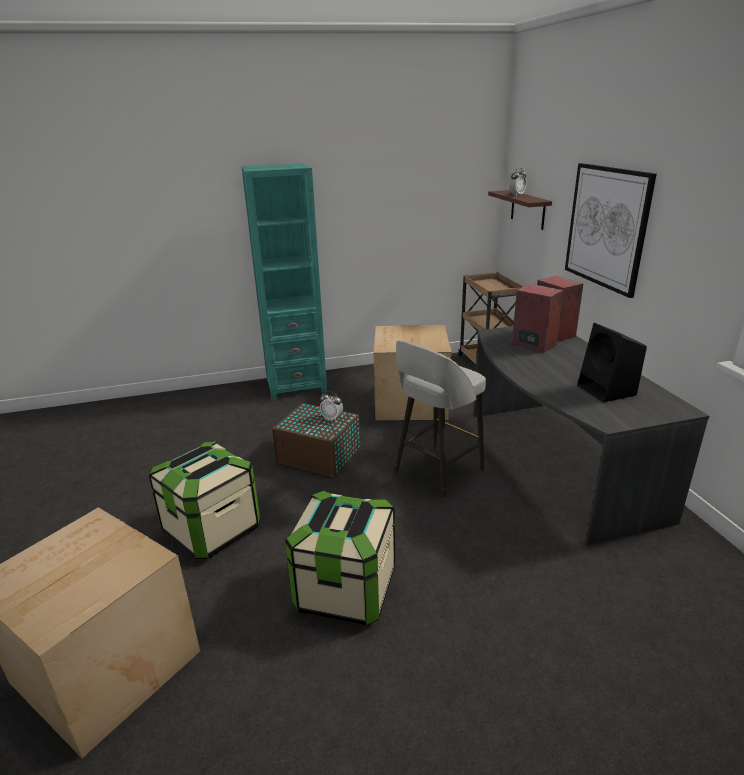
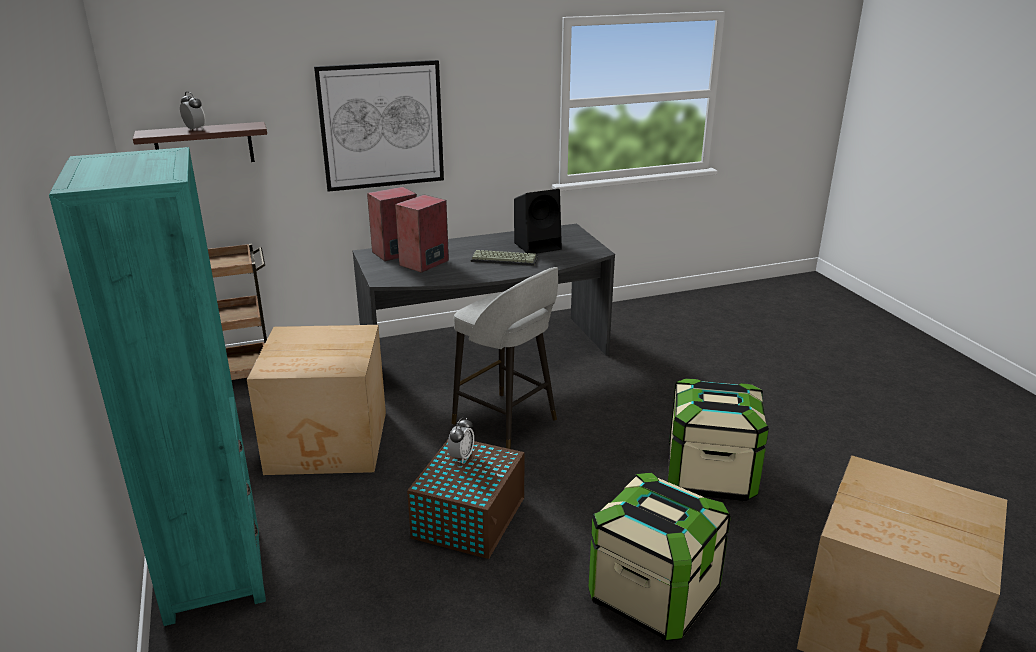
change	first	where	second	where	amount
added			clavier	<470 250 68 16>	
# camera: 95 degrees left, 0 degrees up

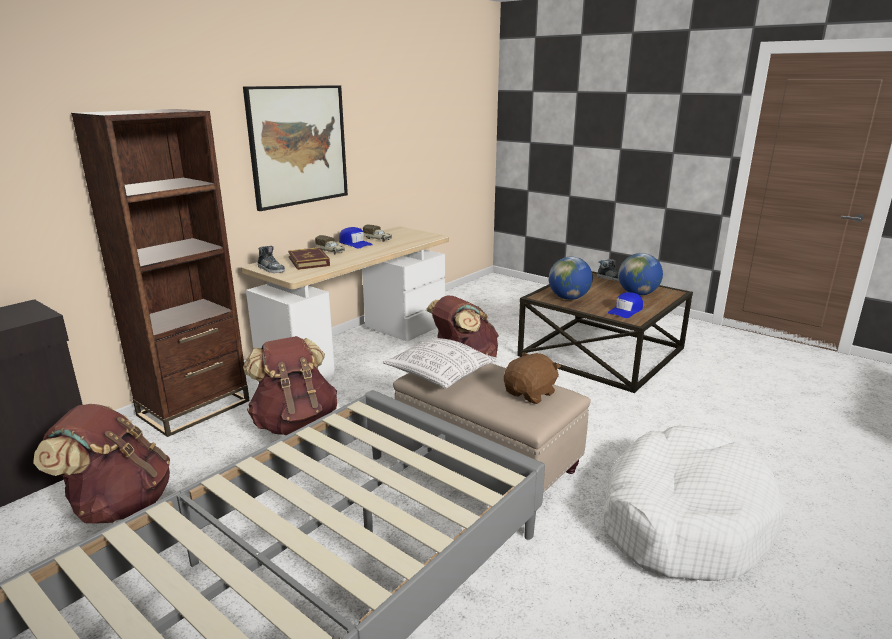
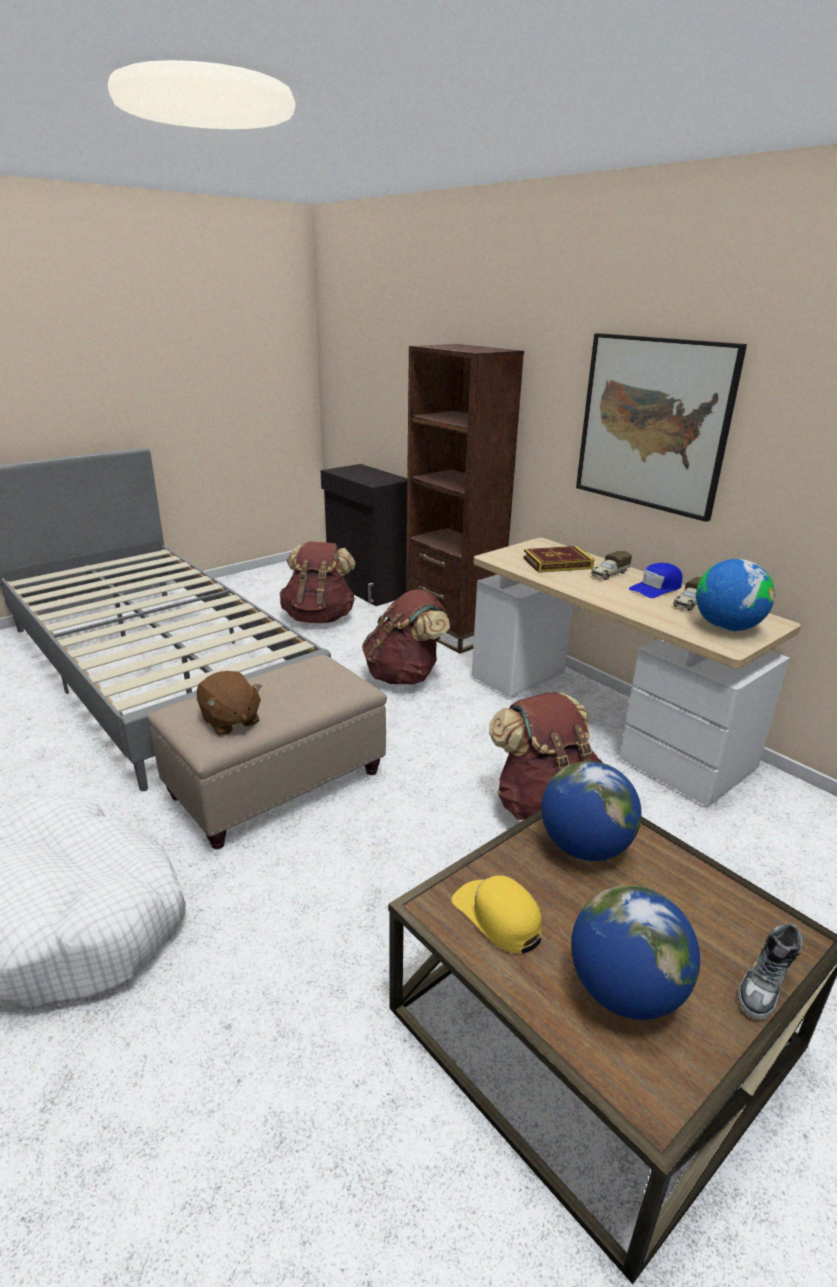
change	first	where	second	where	amount
removed	chaussure	<258 246 27 27>			
removed	coussin	<383 337 115 52>			
added			globe	<696 559 79 72>	
recoloured	casquette (bleu)	<608 292 35 26>	casquette (jaune)	<452 875 90 78>	
# camera: 100 degrees right, 5 degrees up

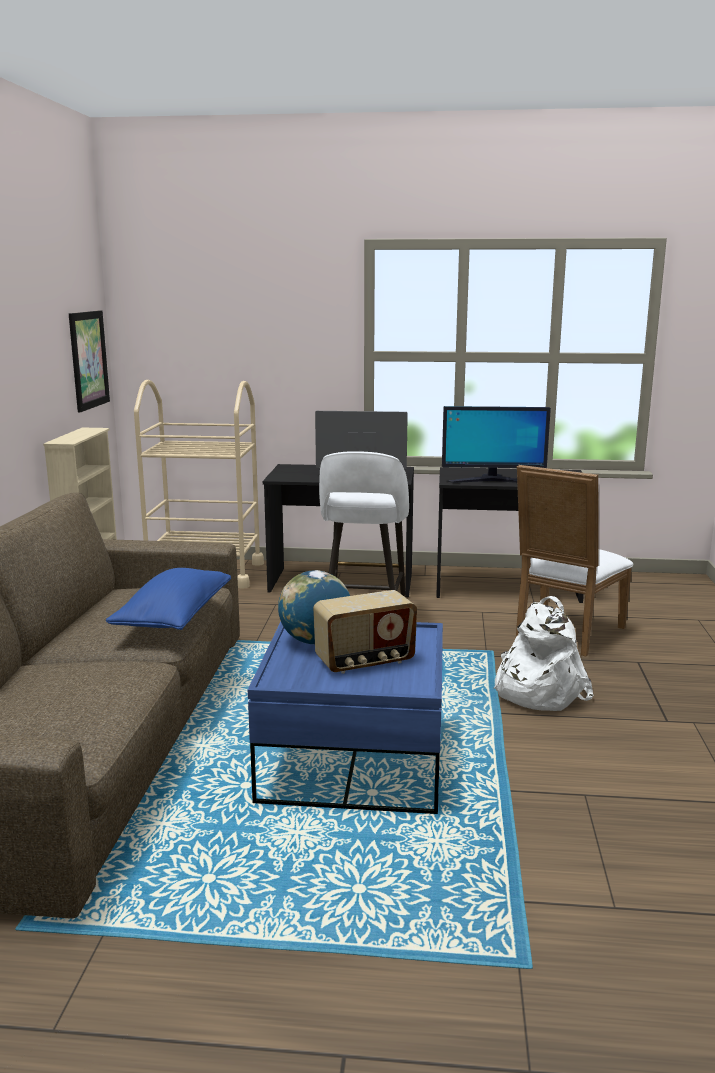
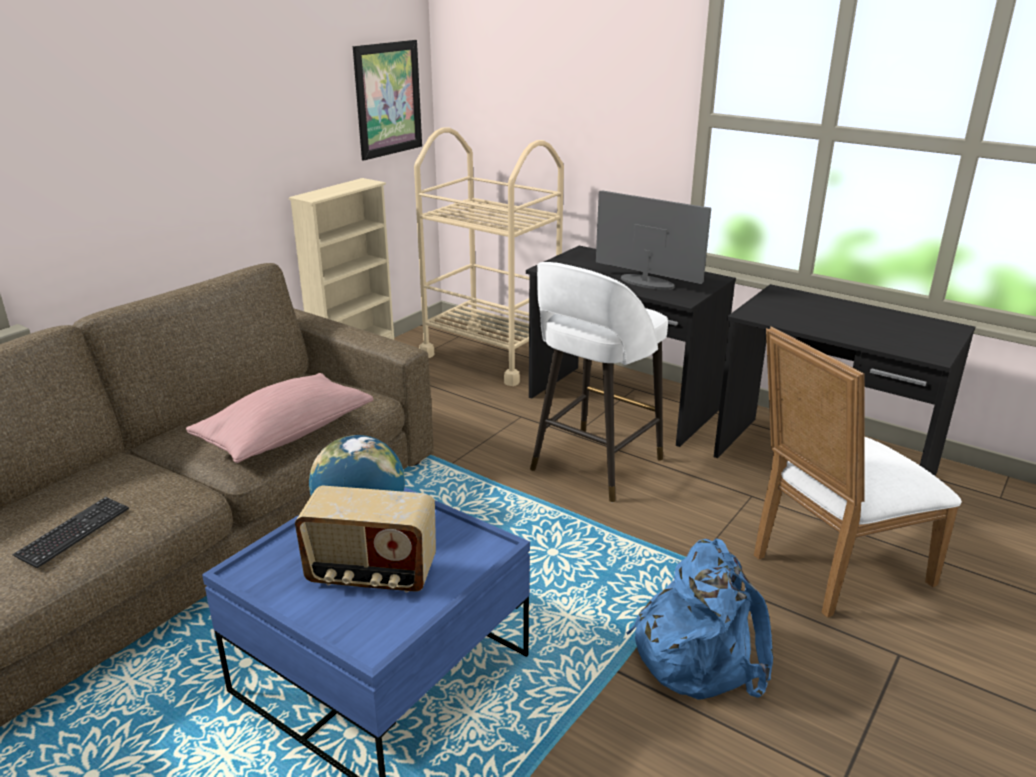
change	first	where	second	where	amount
removed	écran d'ordinateur	<442 406 109 77>			
added			clavier	<12 497 117 71>	
recoloured	coussin (bleu)	<106 568 125 62>	coussin (rose)	<186 373 187 90>	
recoloured	sac à dos (blanc)	<494 596 99 115>	sac à dos (bleu)	<626 539 147 161>	
# camera: 30 degrees right, 10 degrees up

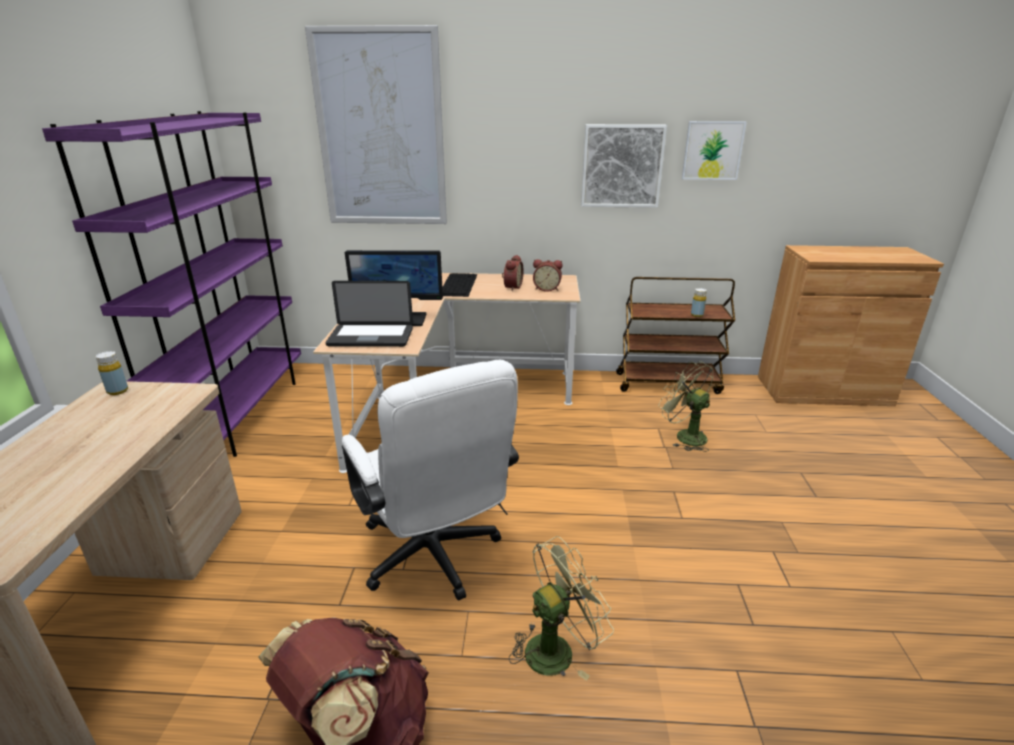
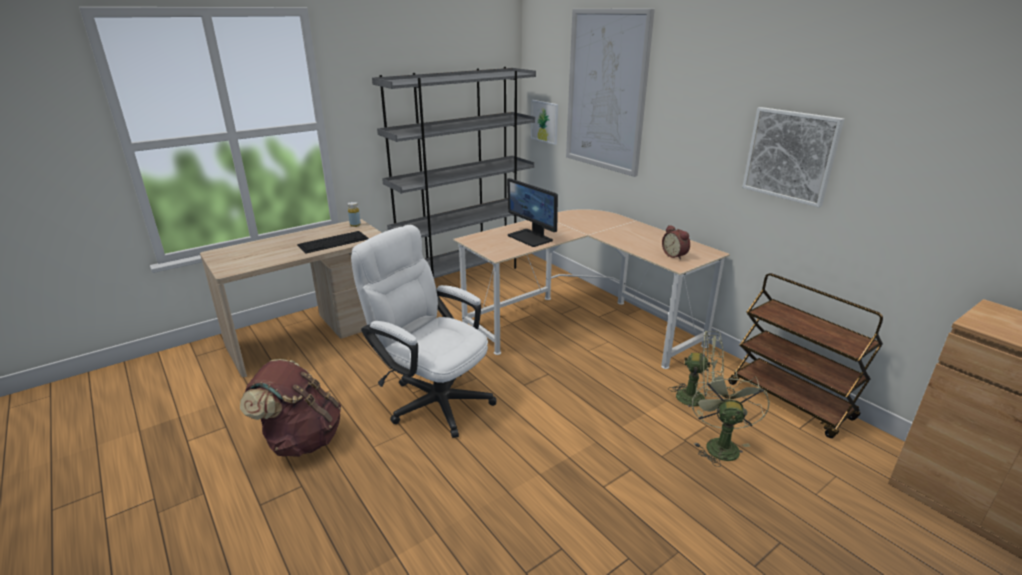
change	first	where	second	where	amount
removed	ordinateur portable	<325 281 88 66>			
removed	réveil	<502 255 22 36>			
removed	bouteille (jaune)	<691 288 16 29>			
moved	clavier	<442 273 35 24>		<297 231 72 22>	
moved	ventilateur (vert)	<509 536 105 144>		<668 331 56 84>	
moved	tableau	<682 121 65 59>		<531 100 27 45>	
recoloured	bibliothèque (violet)	<42 111 259 346>	bibliothèque (gris)	<372 67 164 211>	
turned	chaise de bureau (blanc)	<342 360 177 241>		<351 225 145 213>	105 degrees clockwise
# camera: 50 degrees right, 0 degrees up

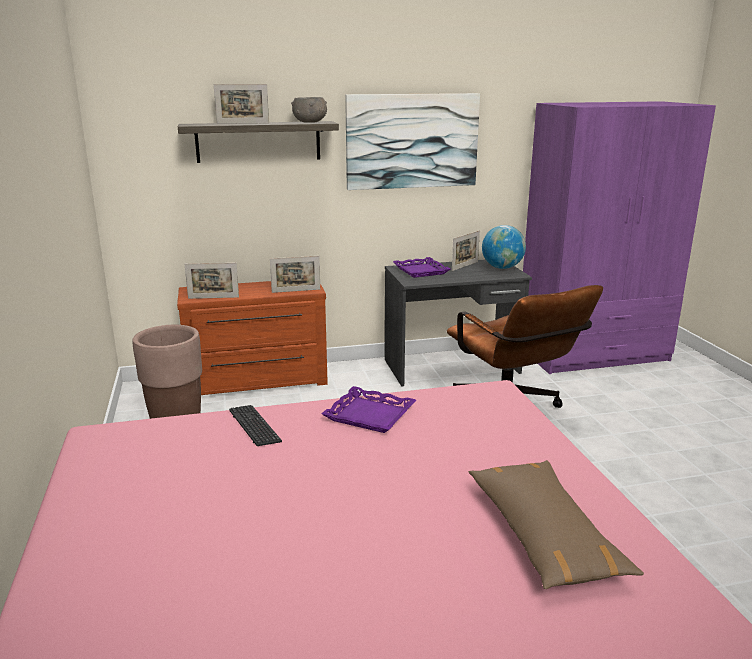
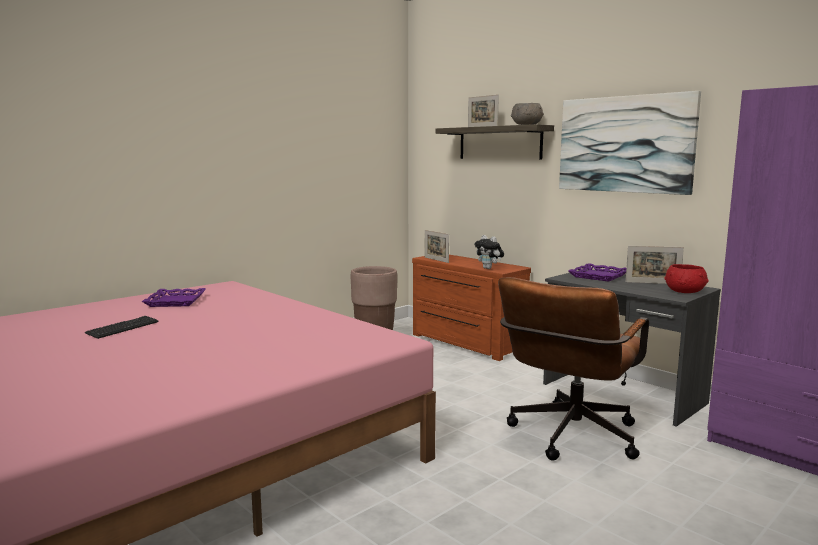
change	first	where	second	where	amount
removed	coussin (marron)	<469 460 175 129>			
moved	clavier	<229 405 53 41>		<84 316 75 23>	
moved	plateau (violet)	<321 386 95 47>		<142 288 64 19>	
replaced	cadre photo	<270 256 50 37>	peluche	<474 235 30 34>	
replaced	globe	<482 225 44 44>	bol (rouge)	<664 264 45 29>	
# camera: 60 degrees right, 10 degrees down

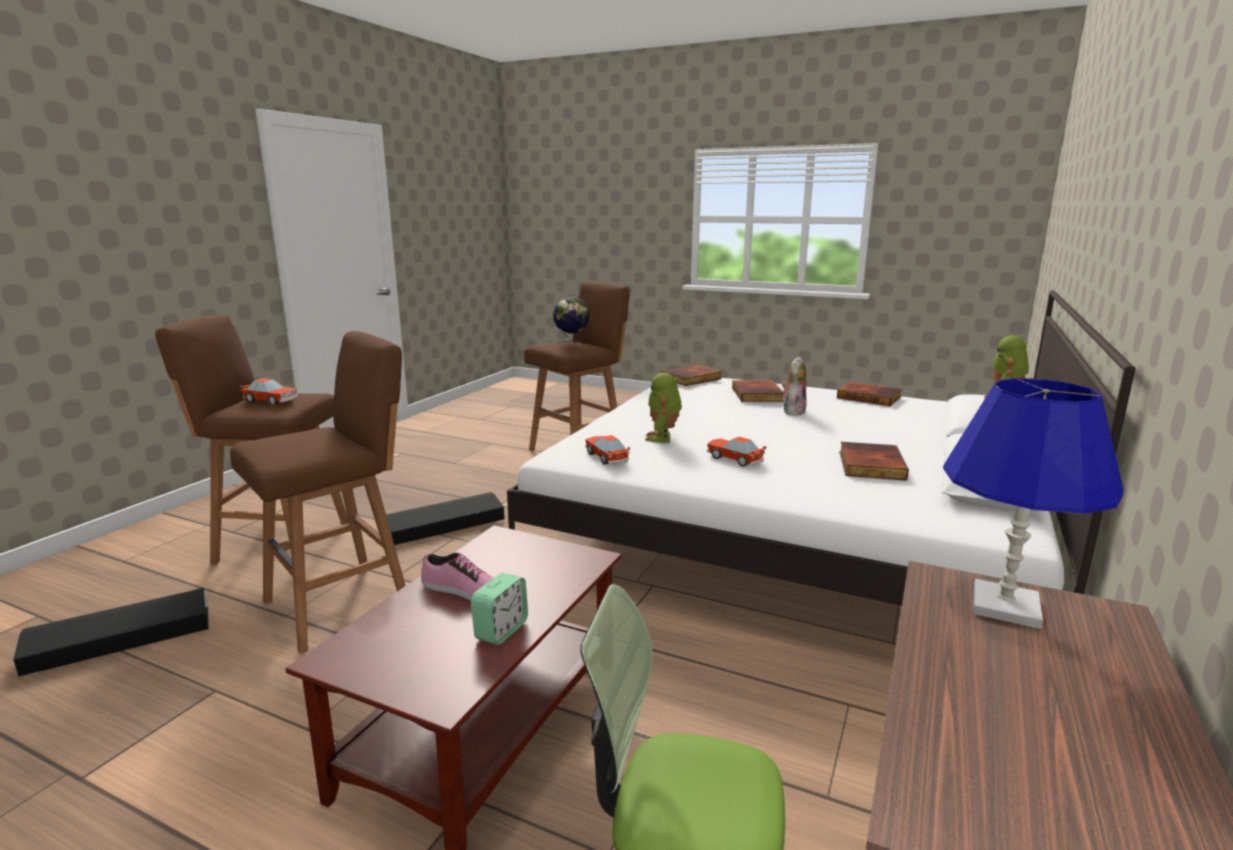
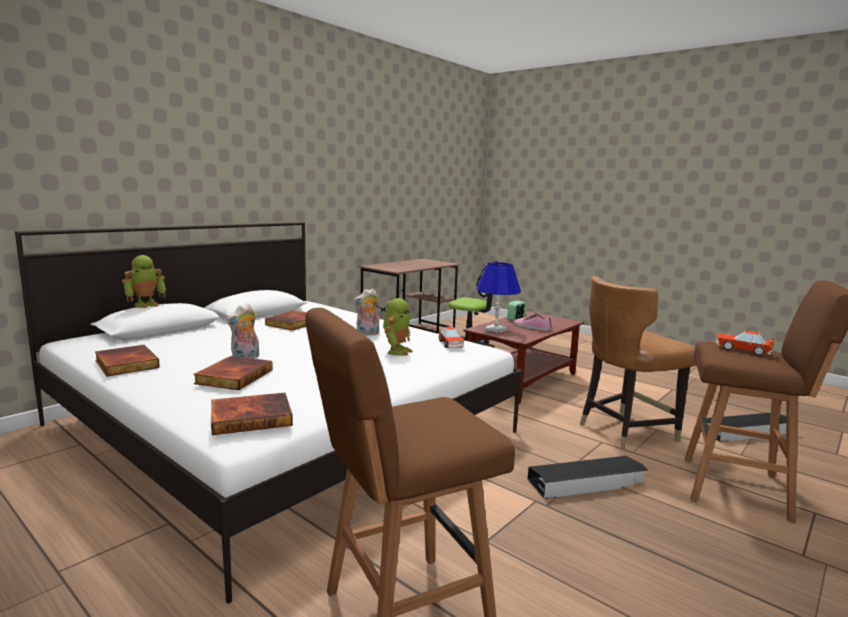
change	first	where	second	where	amount
removed	globe	<553 297 37 46>			
moved	lampe de table (bleu)	<943 378 181 251>		<476 262 45 71>	
replaced	tabouret (marron)	<230 331 176 323>	chaise (marron)	<580 276 117 174>	
replaced	petite voiture	<707 437 59 30>	peluche	<353 289 26 47>	
# camera: 165 degrees left, 5 degrees down

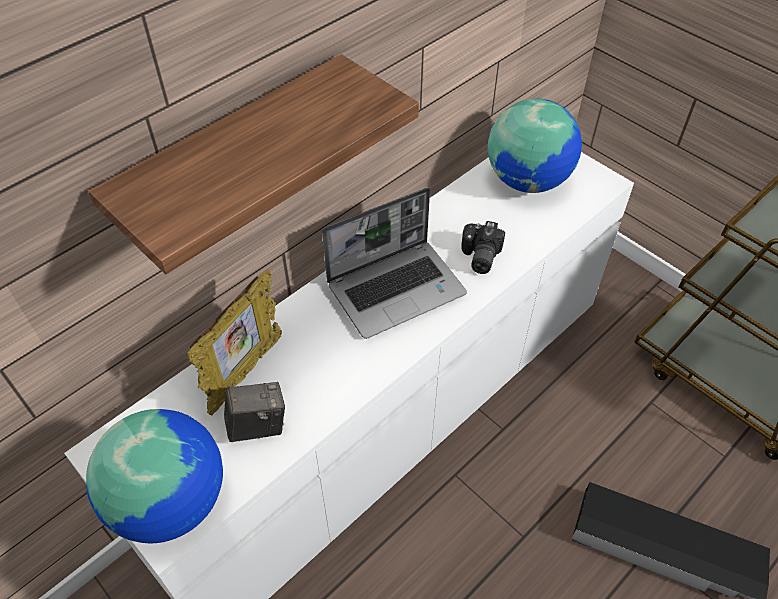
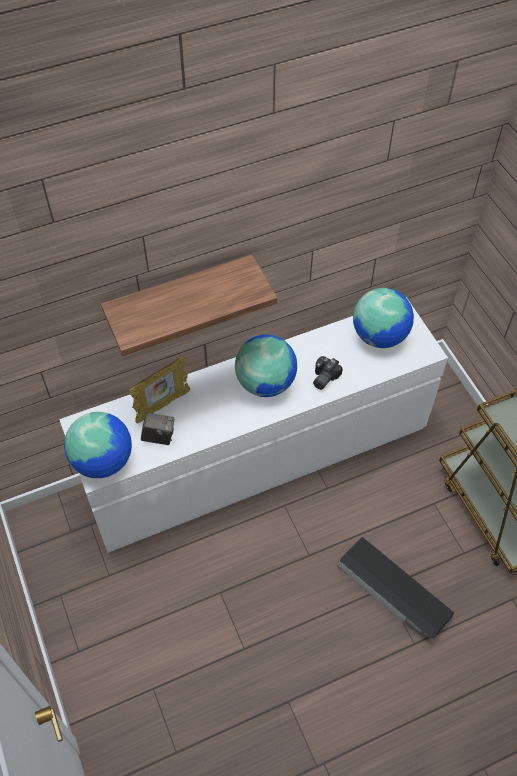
change	first	where	second	where	amount
replaced	ordinateur portable	<322 187 145 152>	globe	<235 335 62 62>	
# camera: 20 degrees right, 5 degrees up

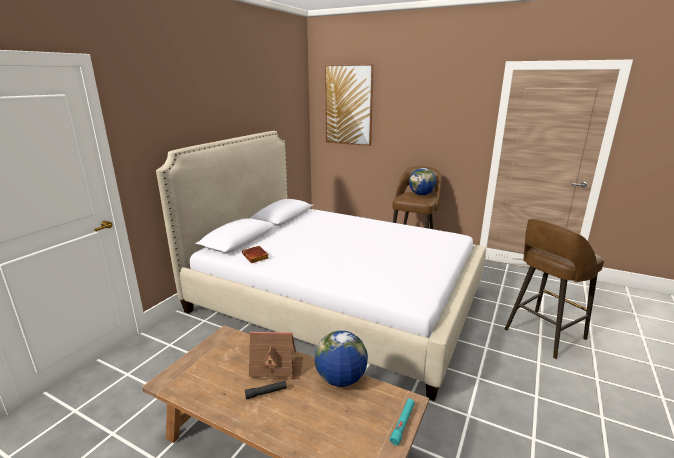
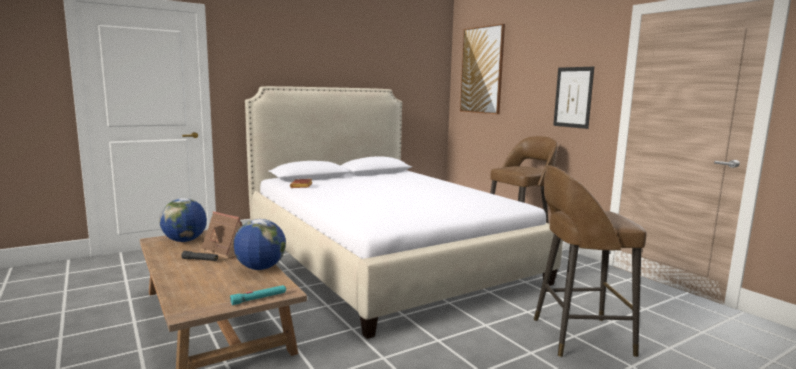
change	first	where	second	where	amount
added			tableau	<553 67 41 62>	
moved	globe	<409 168 28 27>		<159 198 48 44>	
# camera: 30 degrees right, 10 degrees down

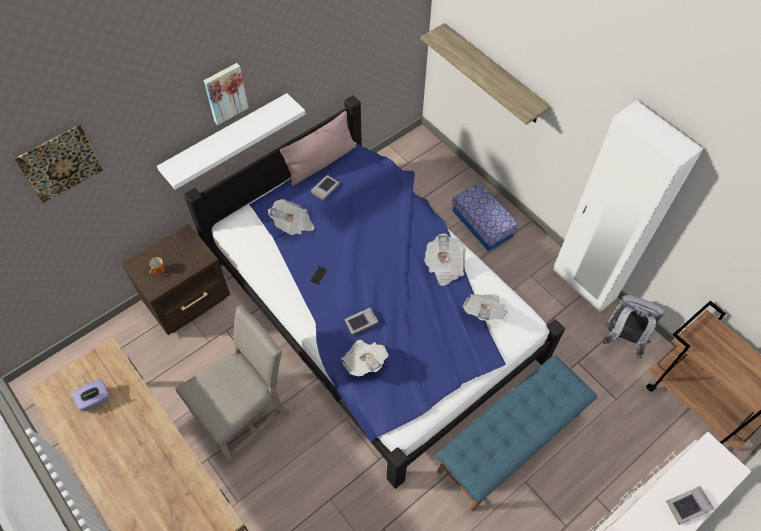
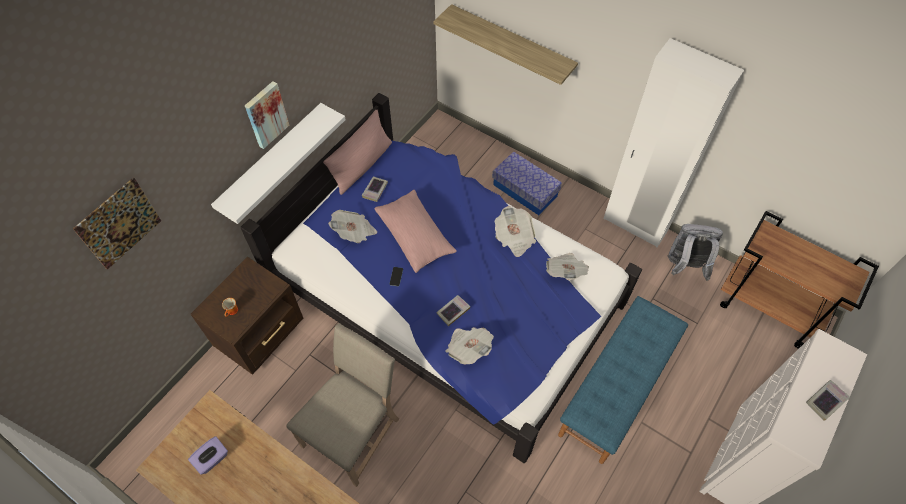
change	first	where	second	where	amount
added			coussin (rose)	<374 190 83 83>	
# camera: 15 degrees left, 0 degrees up

